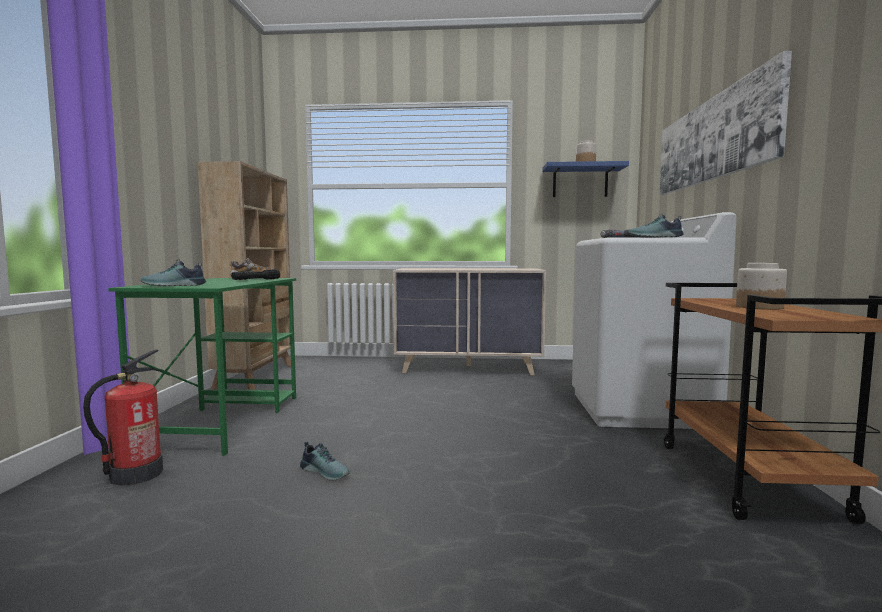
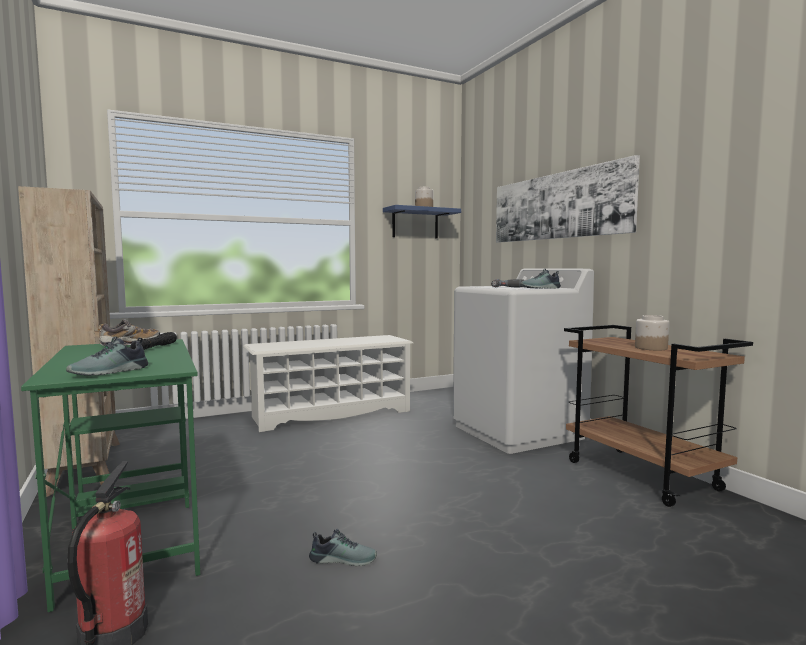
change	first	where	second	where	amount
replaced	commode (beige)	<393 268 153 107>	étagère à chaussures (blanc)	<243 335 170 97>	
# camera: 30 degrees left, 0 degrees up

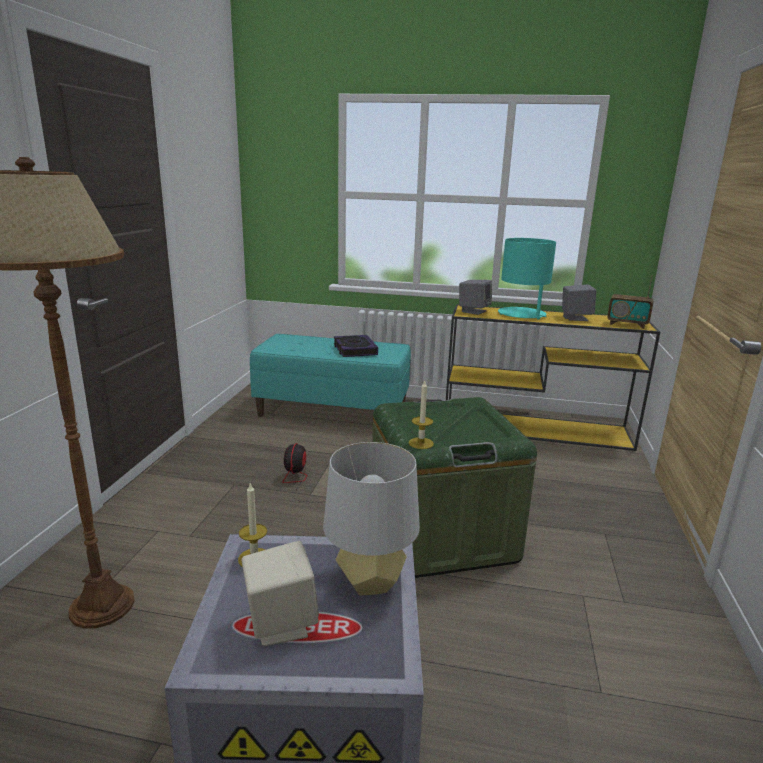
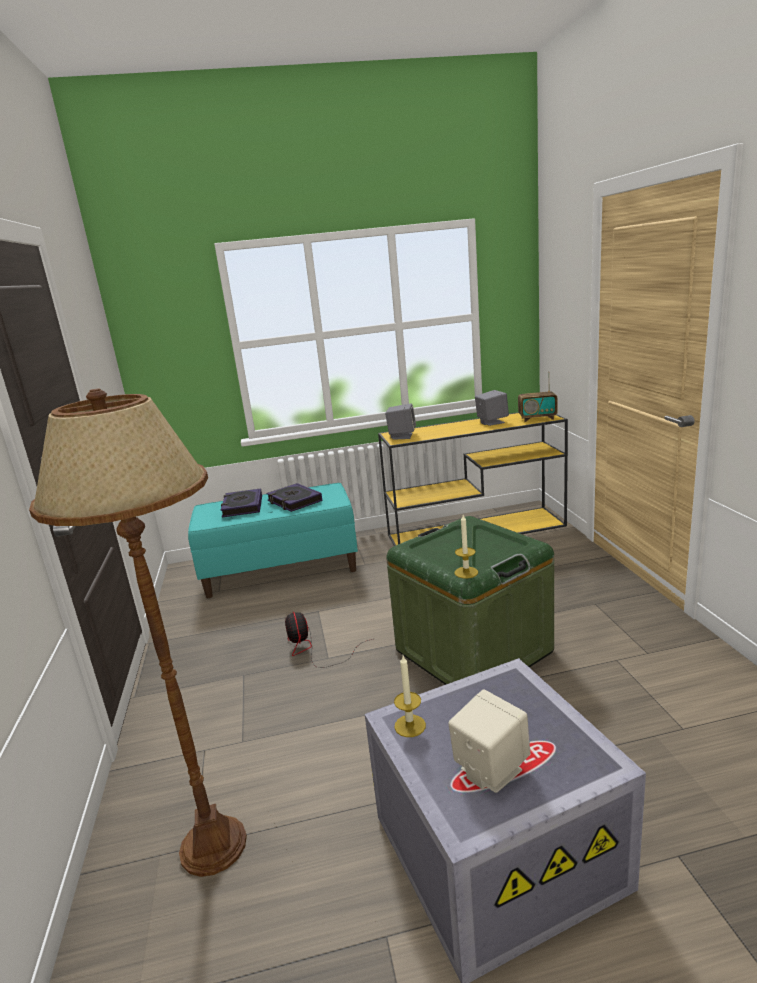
change	first	where	second	where	amount
removed	lampe de table (gris)	<323 442 97 154>			
removed	lampe de table (turquoise)	<498 238 58 81>			
added			livre	<221 488 41 29>	
# camera: 20 degrees left, 0 degrees up

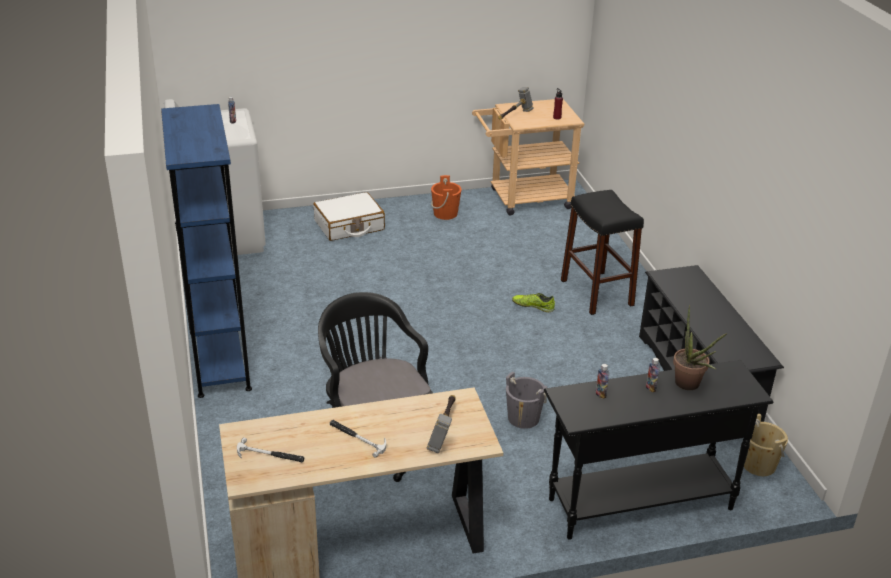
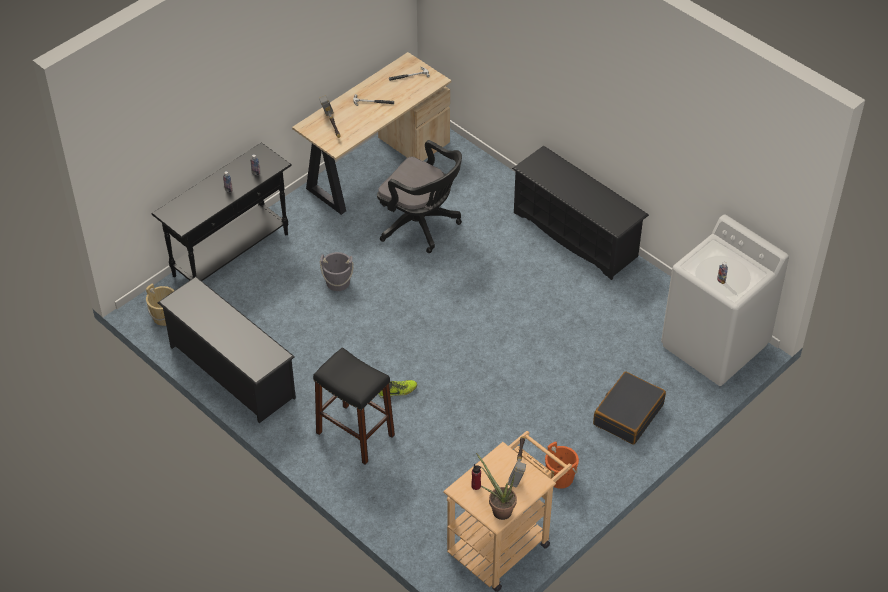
change	first	where	second	where	amount
moved	plante en pot	<673 305 54 85>		<476 453 41 67>	
replaced	bibliothèque (bleu)	<161 104 91 294>	étagère à chaussures (noir)	<512 146 137 134>	
recoloured	valise (blanc)	<313 192 72 49>	valise (noir)	<593 371 73 74>	
# camera: 150 degrees right, 15 degrees up

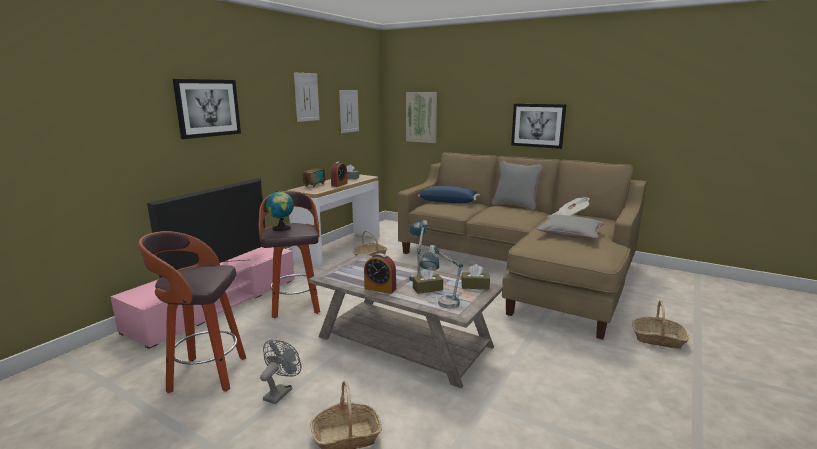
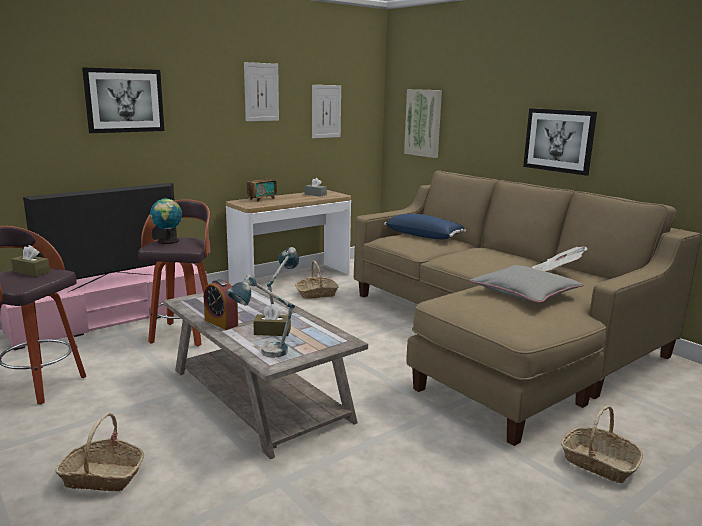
change	first	where	second	where	amount
removed	ventilateur (gris)	<260 340 41 64>			
removed	réveil	<331 162 17 25>			
removed	coussin (gris)	<492 160 51 51>			
moved	boîte à mouchoirs (marron)	<461 264 29 25>		<11 245 39 32>	
# camera: 20 degrees right, 0 degrees up

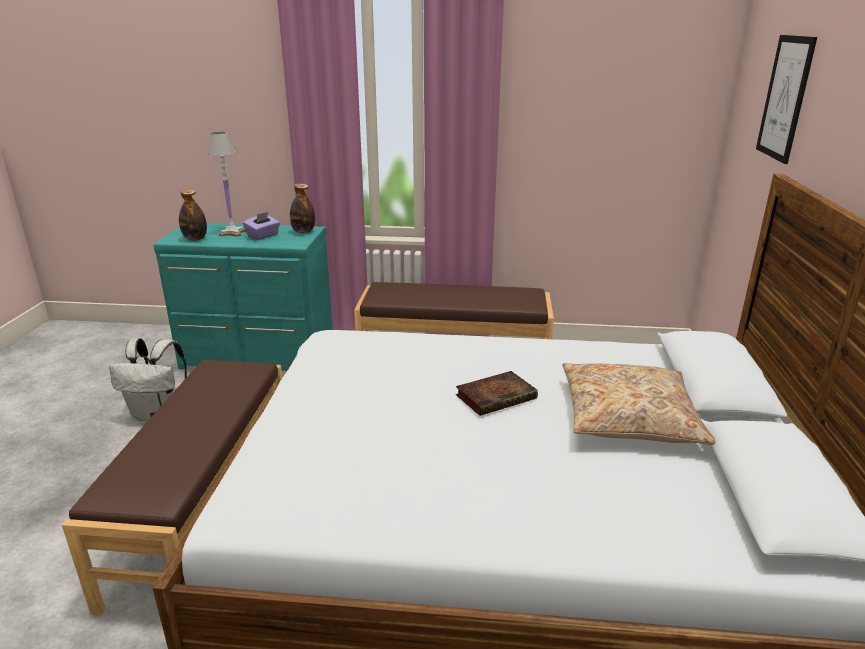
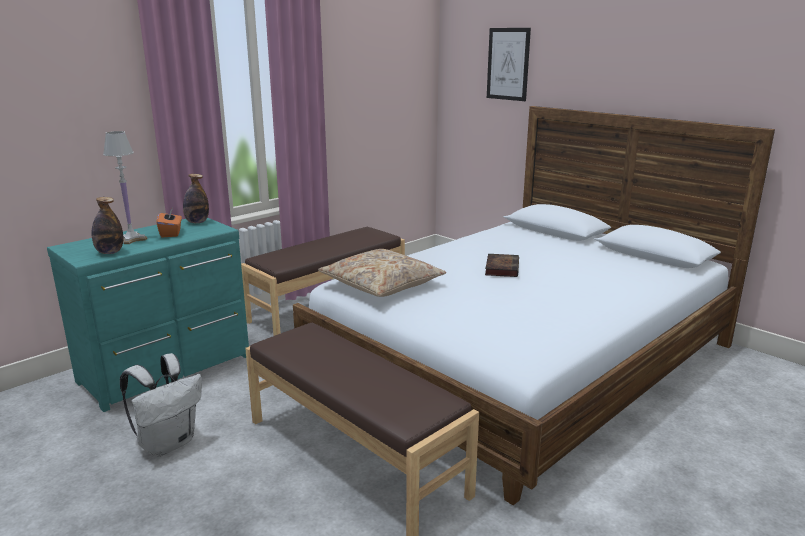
change	first	where	second	where	amount
moved	coussin (beige)	<562 363 153 82>		<318 249 128 48>	
recoloured	boîte à mouchoirs (violet)	<243 212 37 28>	boîte à mouchoirs (orange)	<157 208 25 29>	
# camera: 50 degrees left, 5 degrees down

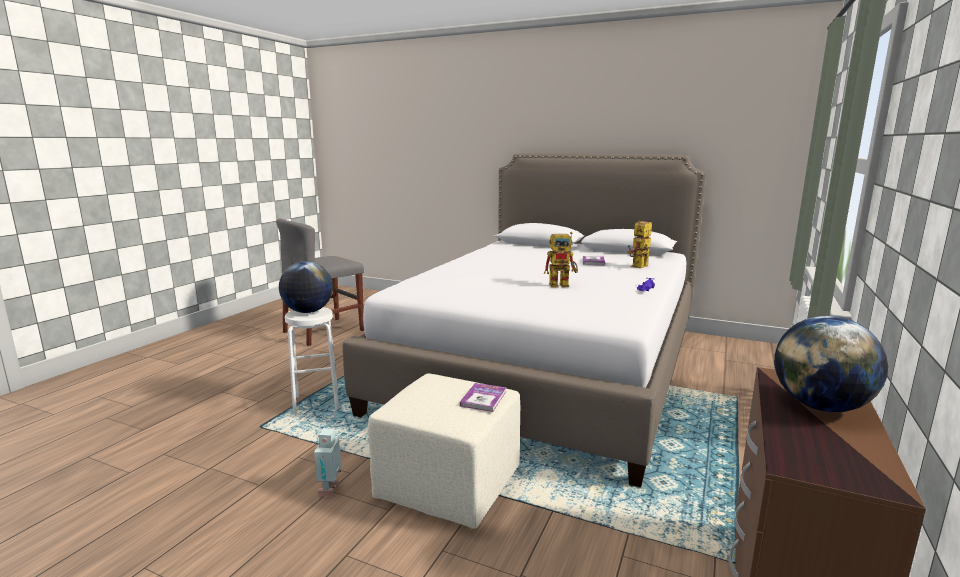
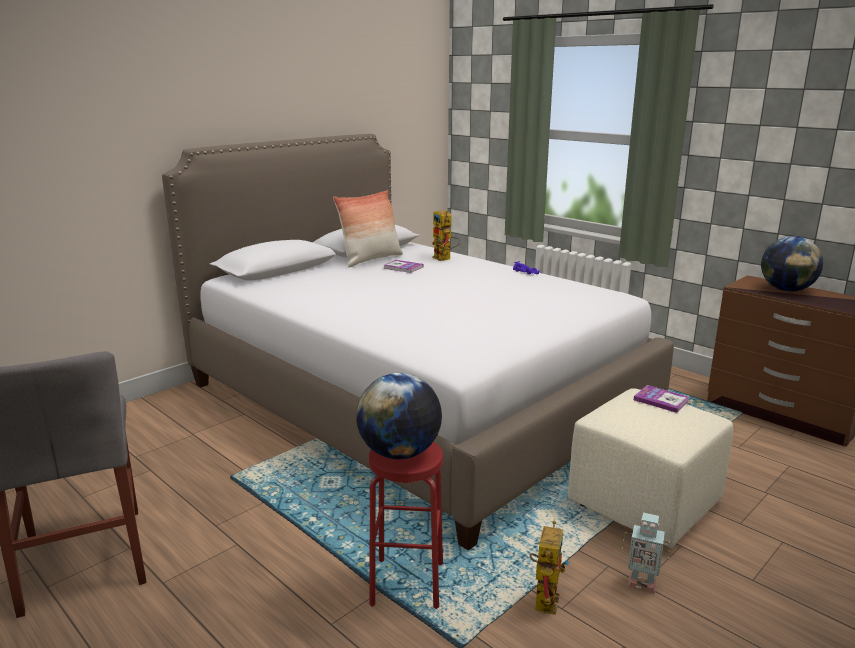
change	first	where	second	where	amount
added			coussin	<333 190 70 78>	
moved	robot jouet	<544 232 34 55>		<530 521 39 94>	
recoloured	tabouret (blanc)	<285 307 54 108>	tabouret (rouge)	<369 442 74 167>	
# camera: 70 degrees left, 5 degrees up

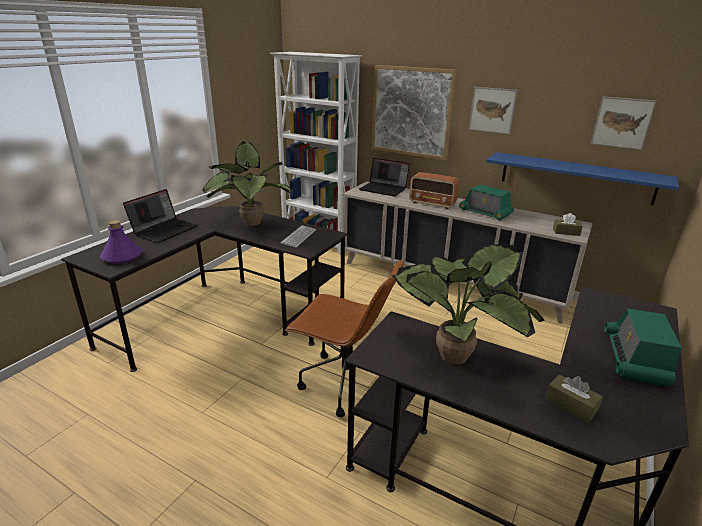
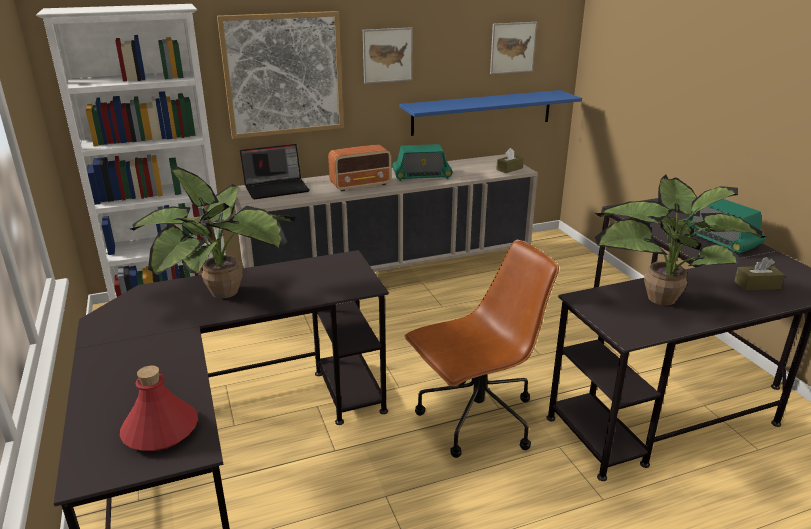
change	first	where	second	where	amount
removed	ordinateur portable	<123 189 75 54>			
removed	clavier	<281 225 35 23>			
recoloured	bouteille (violet)	<100 220 42 44>	bouteille (rouge)	<120 365 78 86>	
# camera: 50 degrees left, 0 degrees up

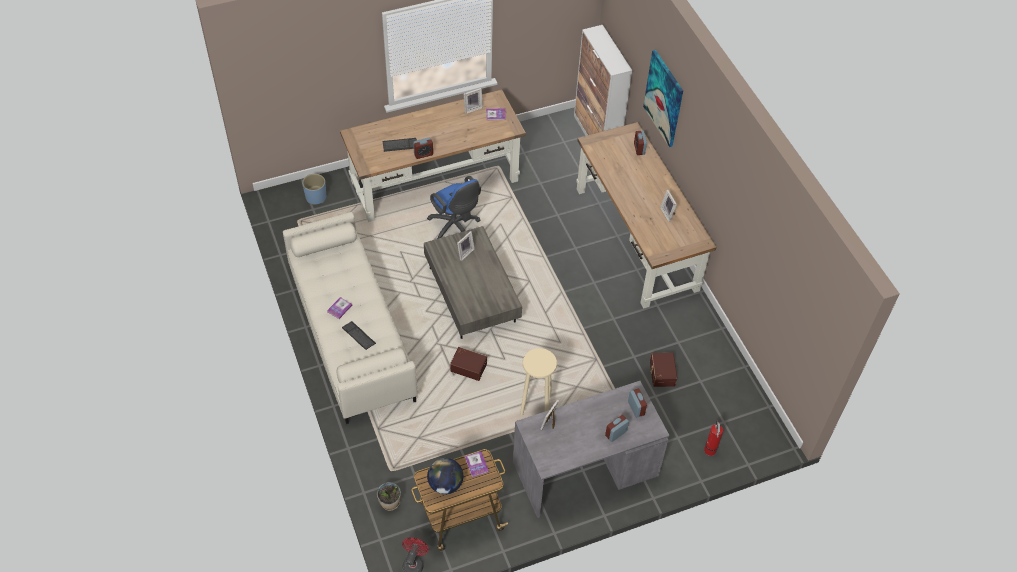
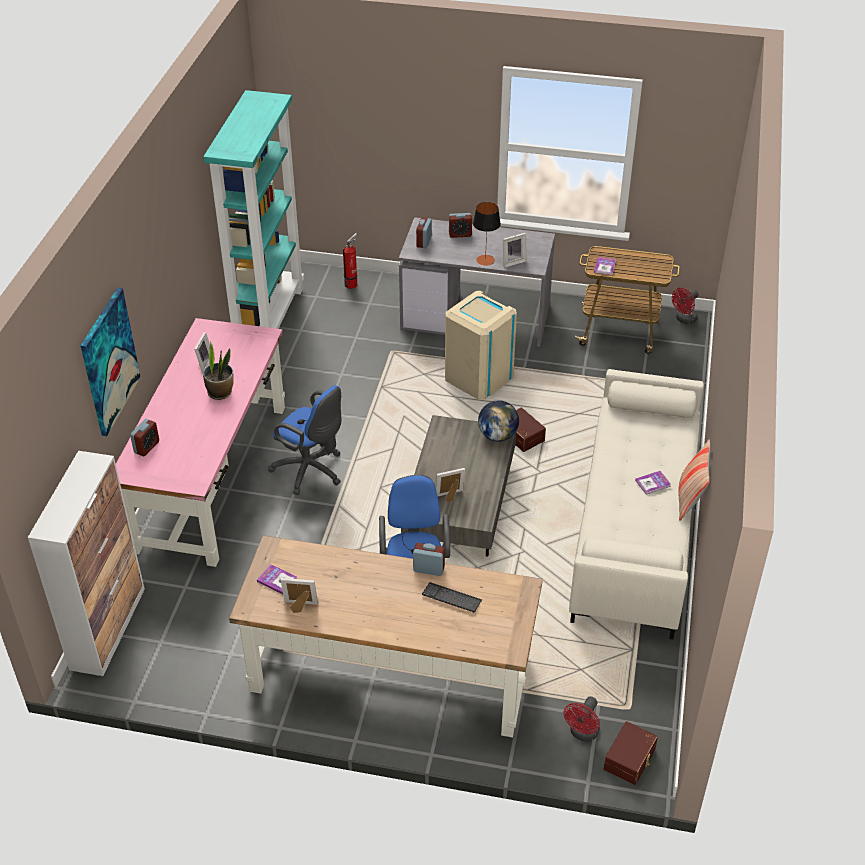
change	first	where	second	where	amount
removed	clavier	<342 321 34 29>			
added			bibliothèque (turquoise)	<203 90 101 239>	
added			chaise de bureau (bleu)	<268 385 74 110>	
added			lampe de table	<473 202 28 64>	
added			coussin	<679 439 32 82>	
moved	plante en pot	<377 482 24 28>		<203 342 31 58>	
moved	globe	<427 458 36 36>		<478 400 41 42>	
moved	boîte de rangement (marron)	<650 353 27 34>		<604 721 54 64>	
replaced	cache-pot (bleu)	<302 174 24 30>	ventilateur (rouge)	<564 696 36 46>	
replaced	tabouret (beige)	<520 348 37 67>	poubelle (beige)	<445 291 72 109>	
recoloured	bureau (marron)	<576 122 140 187>	bureau (rose)	<116 318 169 249>	
# camera: 145 degrees left, 10 degrees down

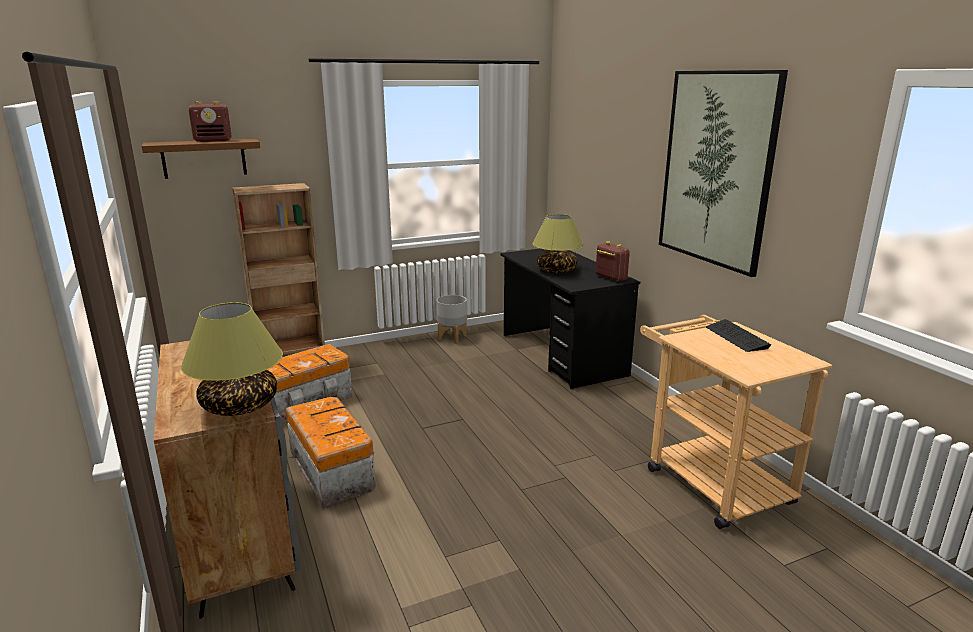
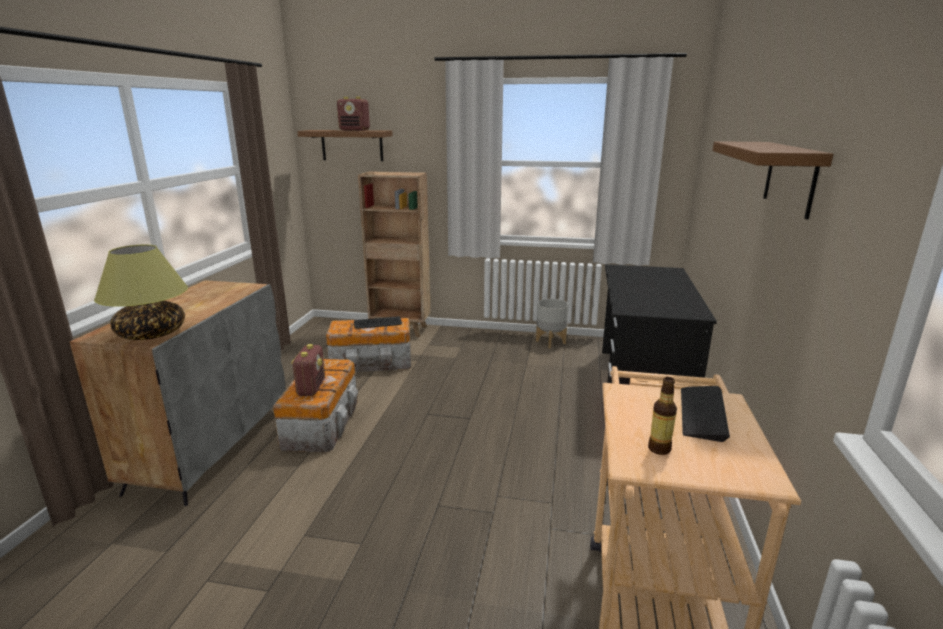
change	first	where	second	where	amount
removed	lampe de table	<533 214 50 59>			
added			clavier	<354 316 48 13>	
added			bouteille	<648 377 29 78>	
moved	radio	<596 241 34 41>		<291 344 34 52>	
replaced	tableau	<659 70 129 207>	étagère (marron)	<713 141 120 78>	
# camera: 35 degrees right, 0 degrees up

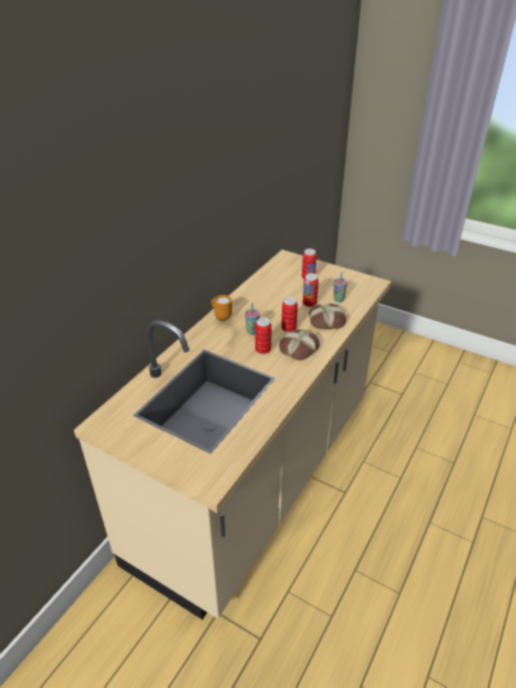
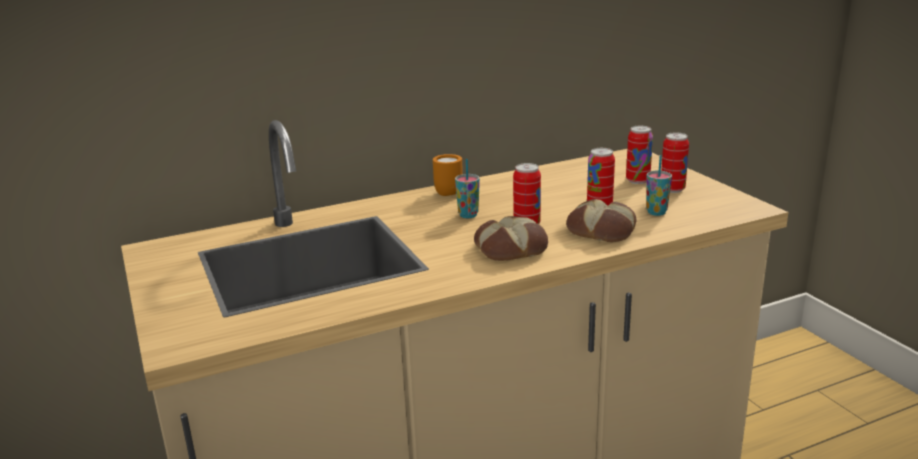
change	first	where	second	where	amount
moved	boîte métallique	<255 317 17 37>		<661 133 28 60>	
# camera: 35 degrees right, 15 degrees down

